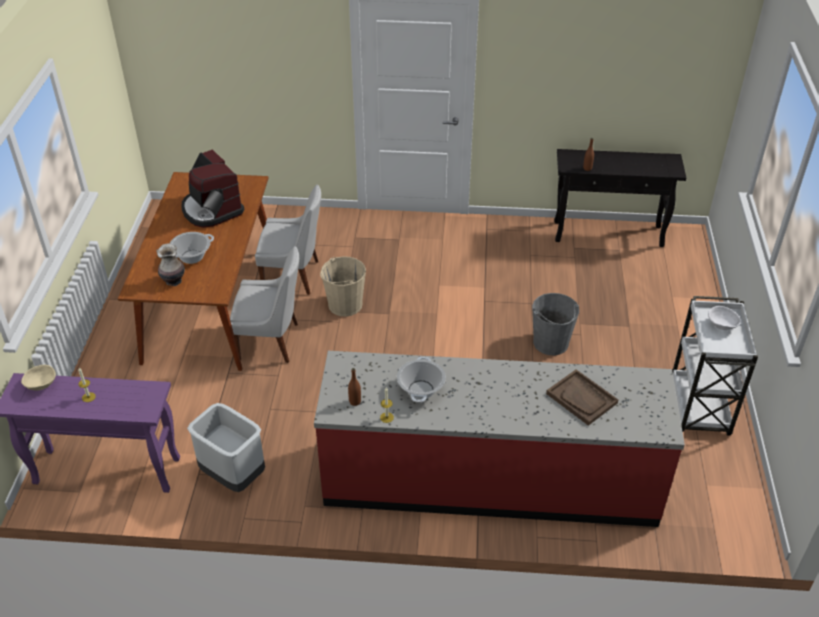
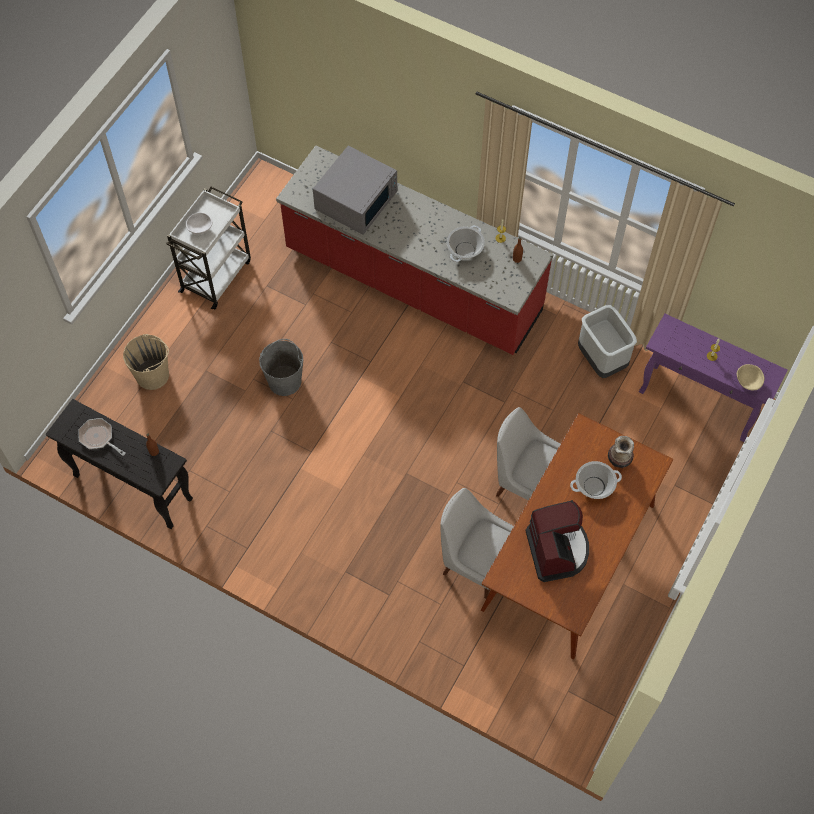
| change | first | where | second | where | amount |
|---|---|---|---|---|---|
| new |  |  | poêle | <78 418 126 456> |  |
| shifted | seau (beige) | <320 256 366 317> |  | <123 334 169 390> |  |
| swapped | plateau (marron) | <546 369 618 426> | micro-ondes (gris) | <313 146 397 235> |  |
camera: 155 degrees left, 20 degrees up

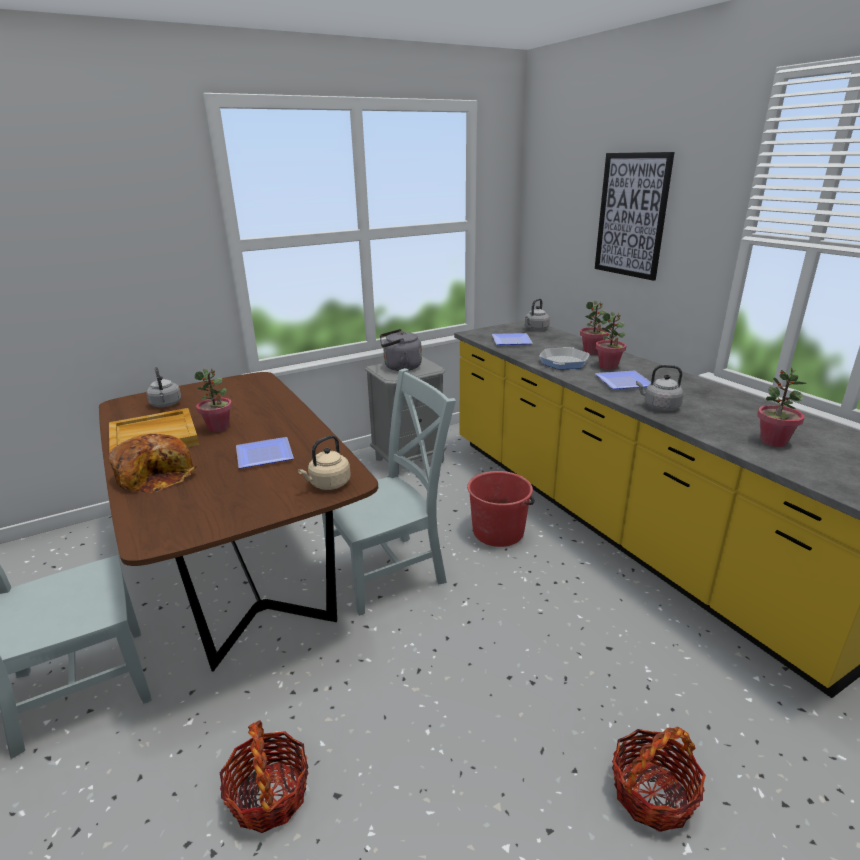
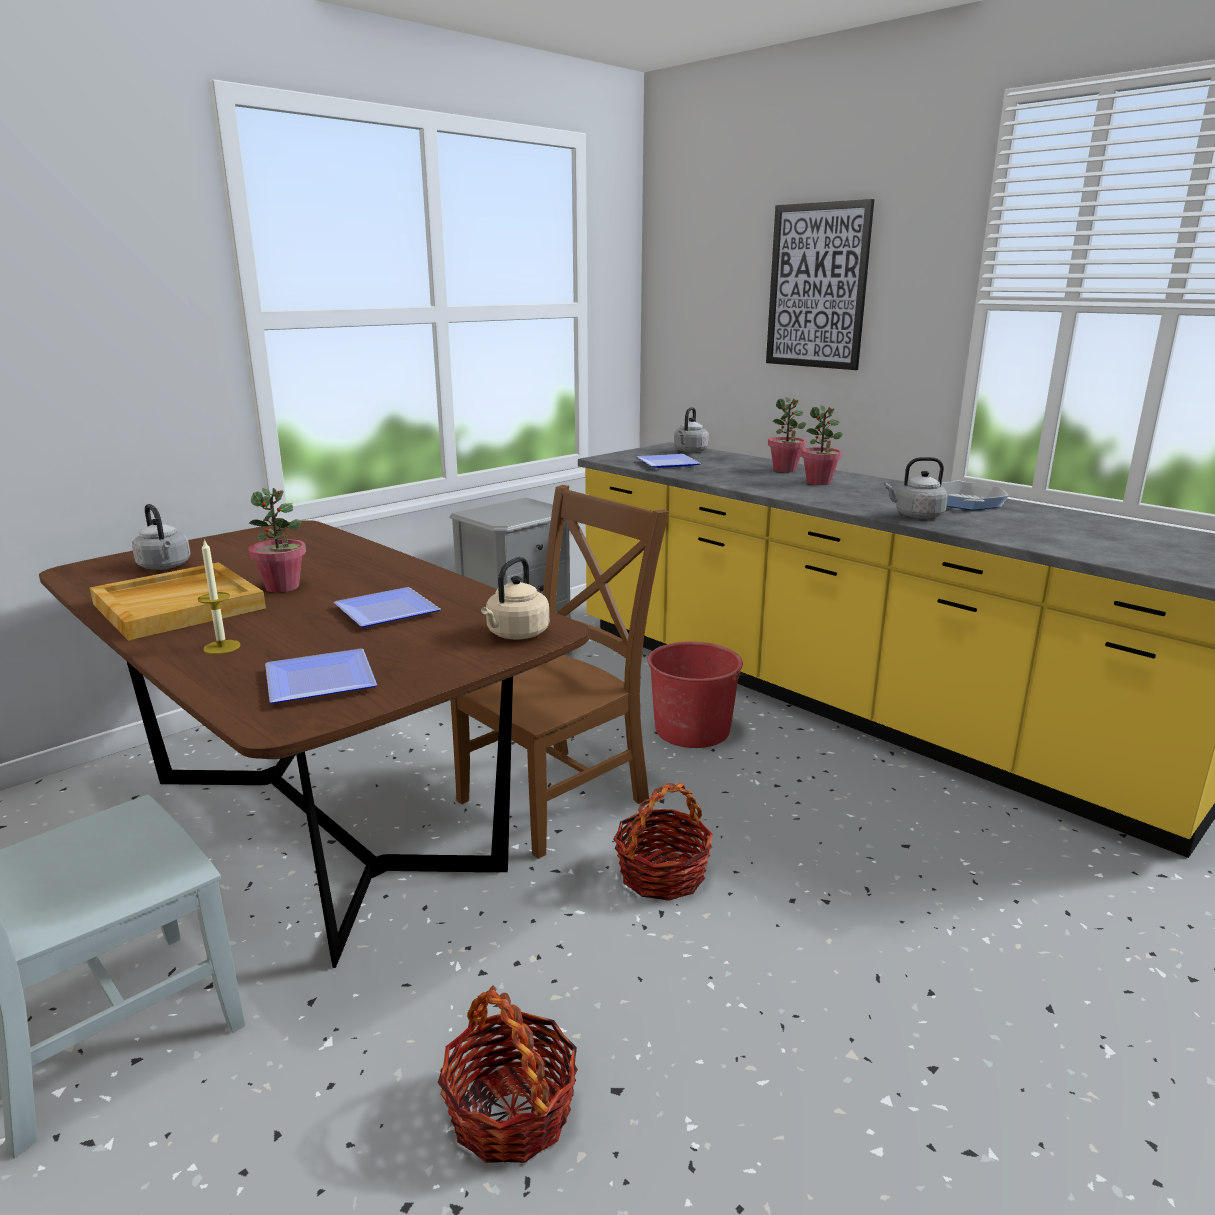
| change | first | where | second | where | amount |
|---|---|---|---|---|---|
| gone | bouilloire (gris) | <380 329 422 371> |  |  |  |
| gone | plante en pot | <757 367 806 447> |  |  |  |
| shifted | poêle | <539 347 590 369> |  | <941 481 1008 510> |  |
| shifted | assiette | <595 371 651 389> |  | <265 649 377 703> |  |
| shifted | panier | <612 726 706 832> |  | <614 783 713 901> |  |
| swapped | pain | <109 434 197 493> | bougie | <198 539 241 654> |  |
| repainted | chaise (gris) | <322 368 456 616> | chaise (marron) | <450 485 669 859> |  |
camera: 15 degrees left, 5 degrees down

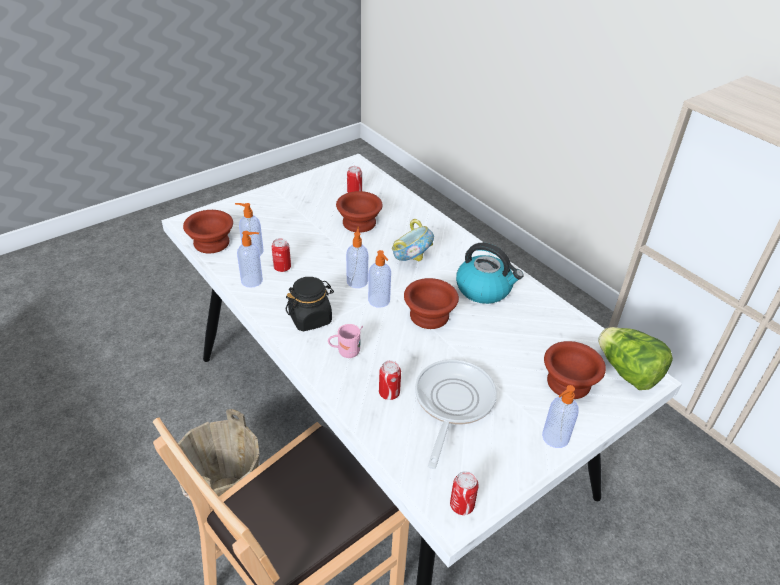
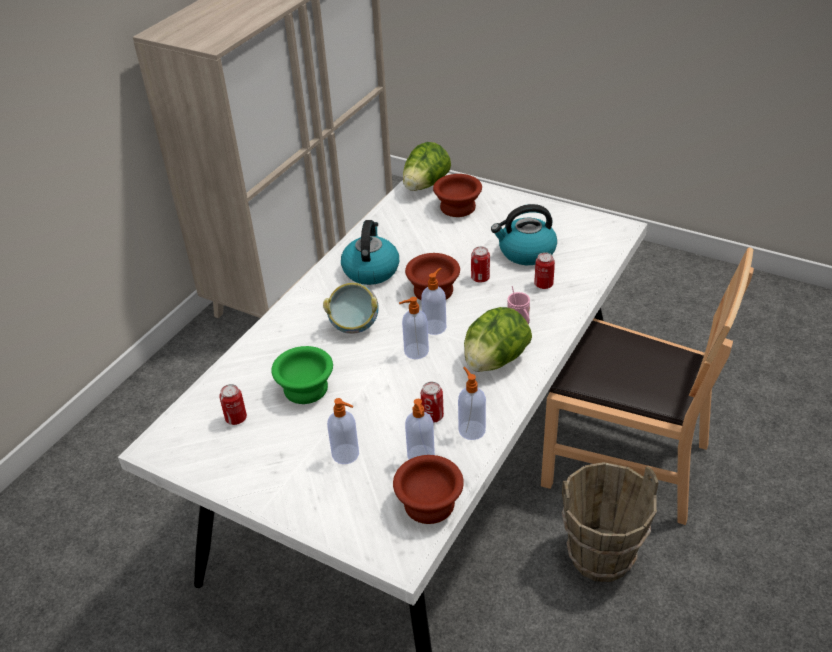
| change | first | where | second | where | amount |
|---|---|---|---|---|---|
| shifted | boîte métallique | <450 471 479 515> |  | <471 246 490 283> |  |
| shifted | distributeur de savon | <542 385 579 448> |  | <327 398 359 464> |  |
| swapped | bocal (noir) | <286 277 334 332> | laitue | <464 307 532 372> |  |
| swapped | poêle | <415 359 497 469> | bouilloire | <491 204 557 265> |  |
| repainted | bol (marron) | <336 191 383 232> | bol (vert) | <271 346 333 404> |  |
camera: 110 degrees left, 0 degrees up

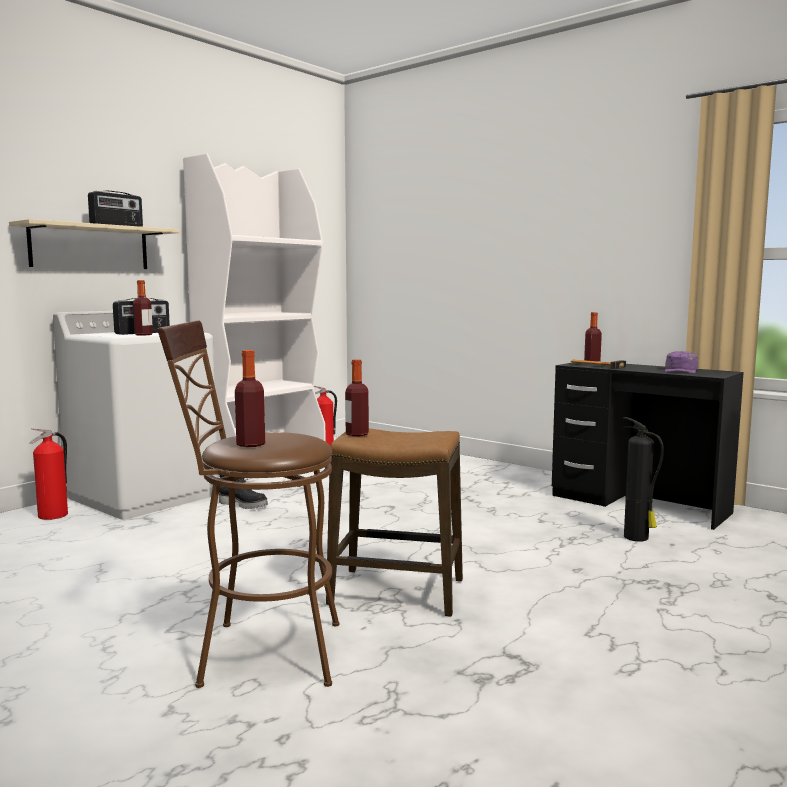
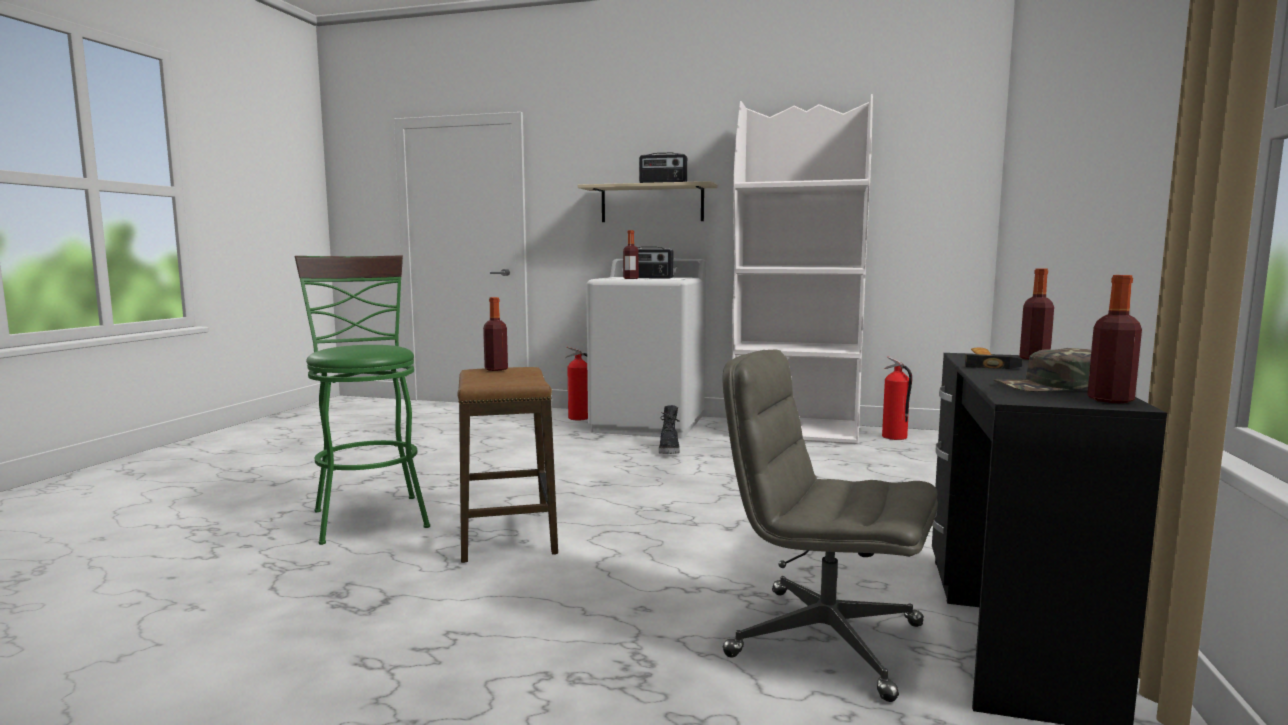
| change | first | where | second | where | amount |
|---|---|---|---|---|---|
| shifted | bouteille | <235 350 265 447> |  | <1087 275 1142 404> |  |
| swapped | extincteur | <622 417 664 542> | chaise de bureau (gris) | <723 350 938 702> |  |
| repainted | tabouret (marron) | <157 320 339 688> | tabouret (vert) | <295 255 430 545> |  |
| repainted | casquette (violet) | <665 351 698 373> | casquette (vert) | <994 348 1091 392> |  |
camera: 65 degrees right, 0 degrees up

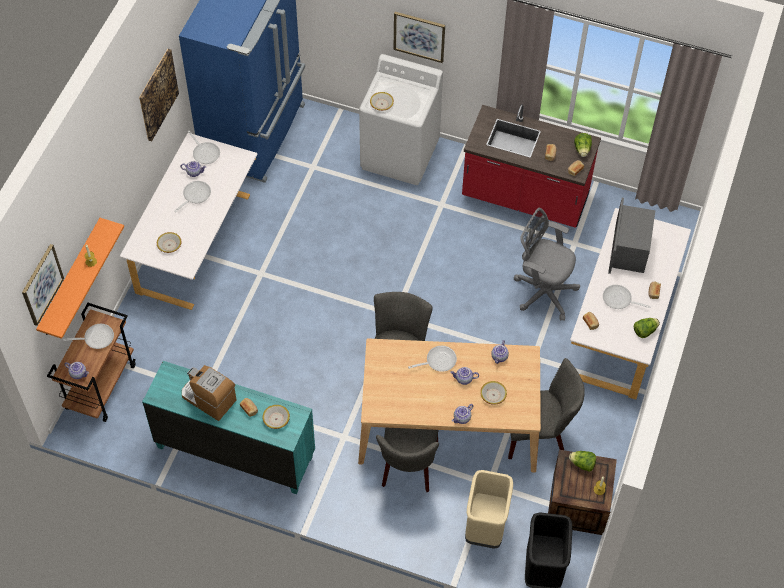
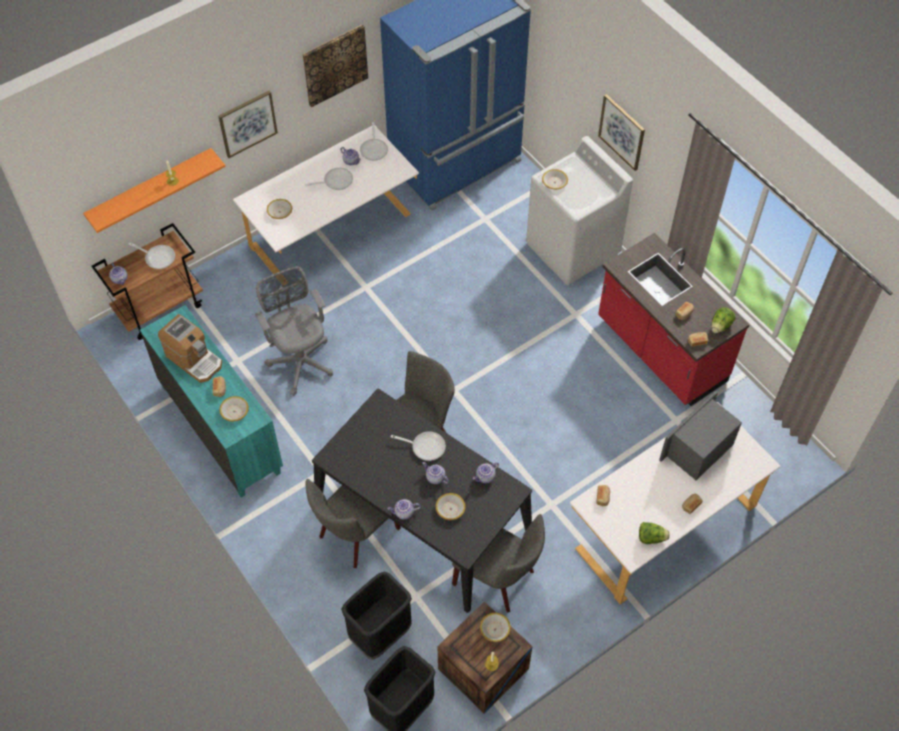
| change | first | where | second | where | amount |
|---|---|---|---|---|---|
| gone | poêle | <603 285 651 309> |  |  |  |
| shifted | tableau | <22 244 64 326> |  | <218 91 278 158> |  |
| shifted | chaise de bureau (gris) | <514 208 580 321> |  | <255 266 333 396> |  |
| swapped | laitue | <569 451 596 472> | bol | <480 613 511 642> |  |
| repainted | table à manger (beige) | <358 338 541 473> | table à manger (noir) | <312 389 532 613> |  |
| repainted | poubelle (beige) | <465 470 513 549> | poubelle (noir) | <341 571 412 660> |  |
| rotated | machine à café | <182 365 237 421> |  | <158 314 222 383> | 150 degrees clockwise |
camera: 35 degrees right, 0 degrees up

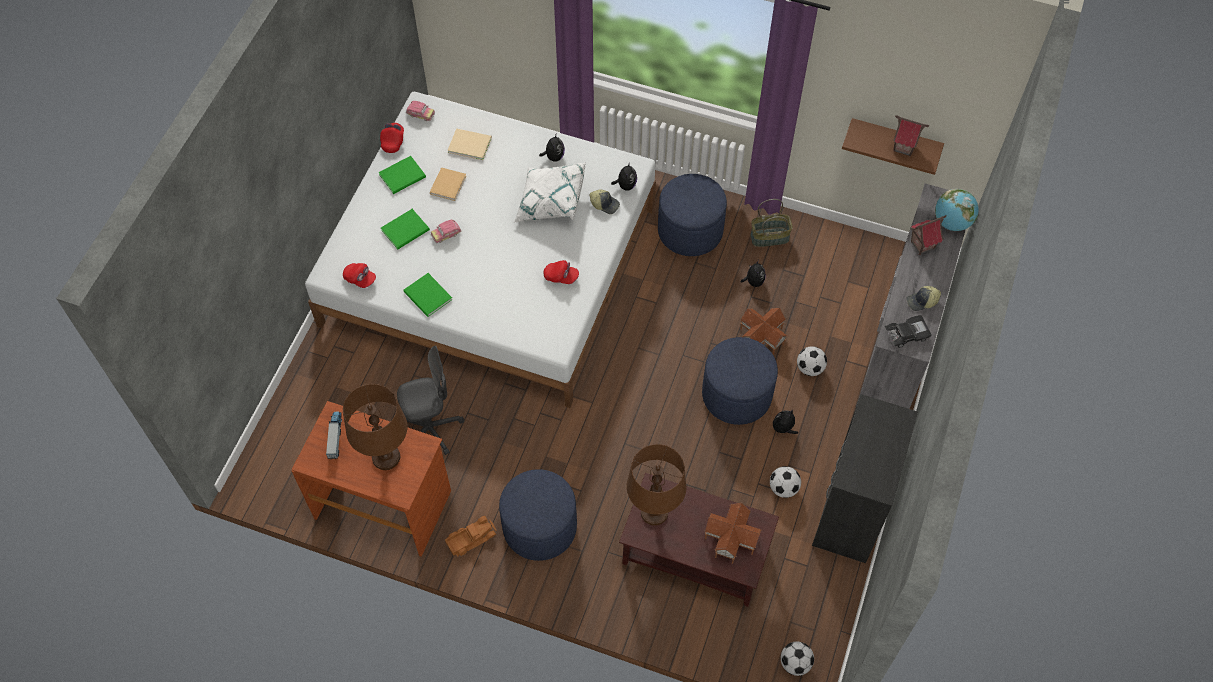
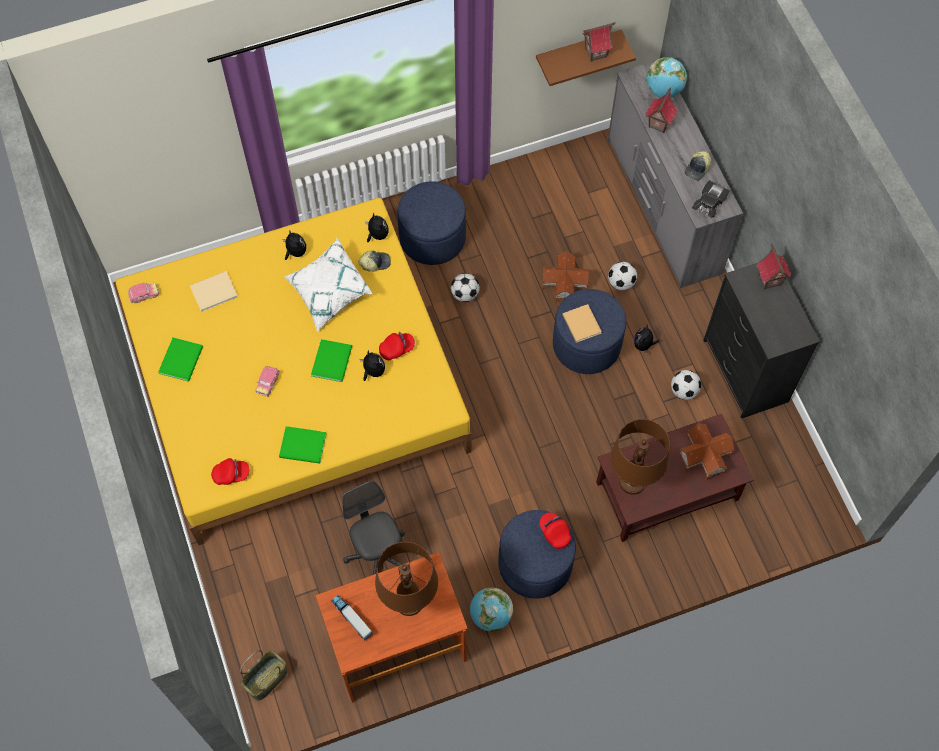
| change | first | where | second | where | amount |
|---|---|---|---|---|---|
| new |  |  | maison miniature | <757 244 791 290> |  |
| shifted | casquette (rouge) | <380 123 404 153> |  | <539 512 571 549> |  |
| shifted | livre (vert) | <381 209 430 249> |  | <311 339 352 382> |  |
| shifted | livre (beige) | <430 167 466 201> |  | <563 304 602 343> |  |
| shifted | peluche | <741 260 766 287> |  | <360 350 385 381> |  |
| shifted | panier | <750 199 793 247> |  | <240 650 288 701> |  |
| shifted | ballon de foot | <781 641 814 676> |  | <451 273 480 302> |  |
| swapped | camion jouet | <445 516 497 557> | globe | <470 587 513 632> |  |
| repainted | lit (blanc) | <305 92 656 408> | lit (jaune) | <116 198 471 545> |  |
| rotated | chaise de bureau (gris) | <397 346 464 455> |  | <342 480 405 575> | 60 degrees counterclockwise |
camera: 40 degrees left, 5 degrees up

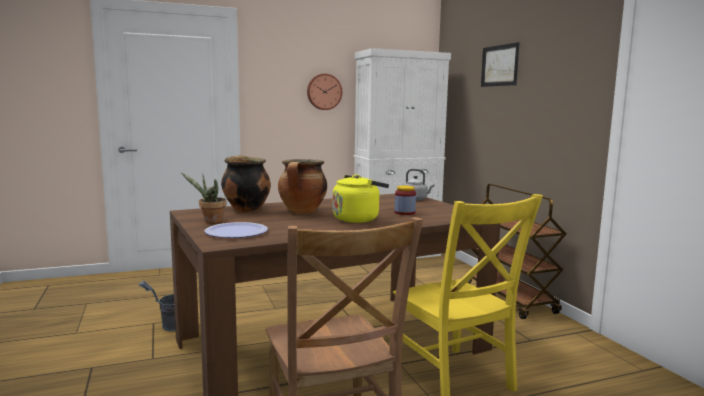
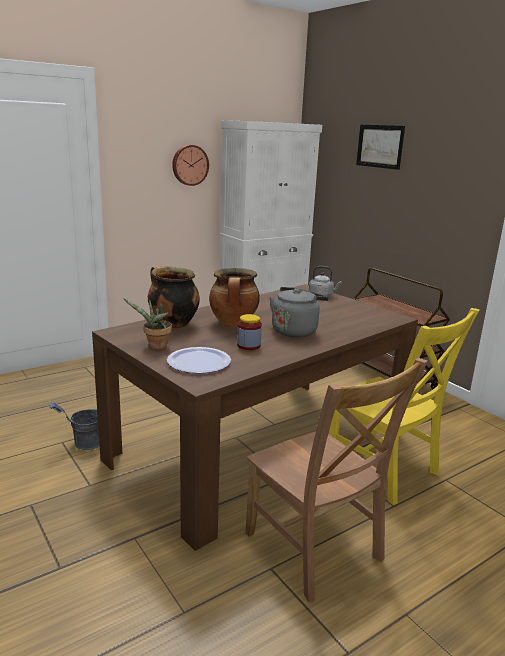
| change | first | where | second | where | amount |
|---|---|---|---|---|---|
| shifted | bocal | <395 186 416 215> |  | <237 314 262 350> |  |
| repainted | bouilloire (jaune) | <332 174 389 223> | bouilloire (gris) | <269 287 329 338> |  |
camera: 15 degrees left, 10 degrees up

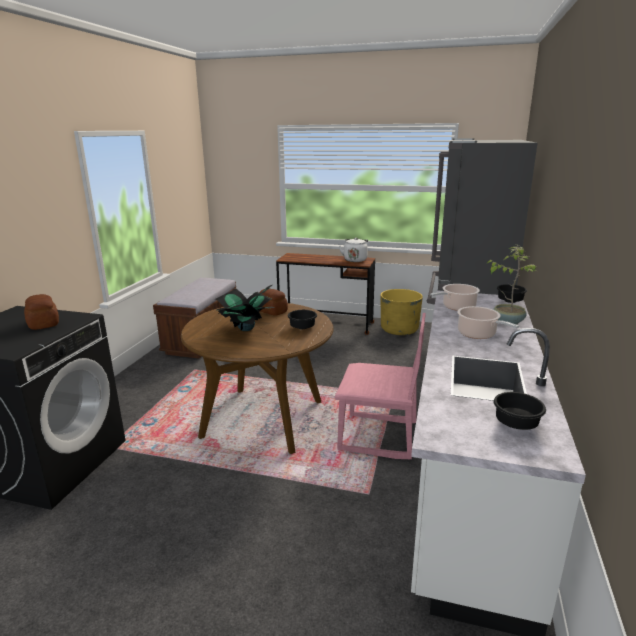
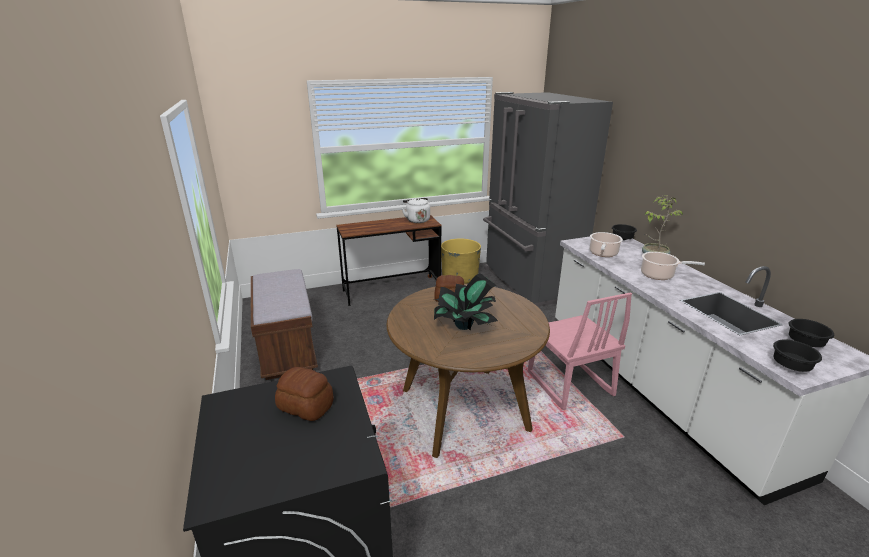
| change | first | where | second | where | amount |
|---|---|---|---|---|---|
| shifted | bol (noir) | <288 310 317 329> |  | <773 339 822 372> |  |
| rotated | chaise (rose) | <334 313 426 459> |  | <528 292 632 410> | 90 degrees clockwise |
camera: 35 degrees left, 5 degrees up

